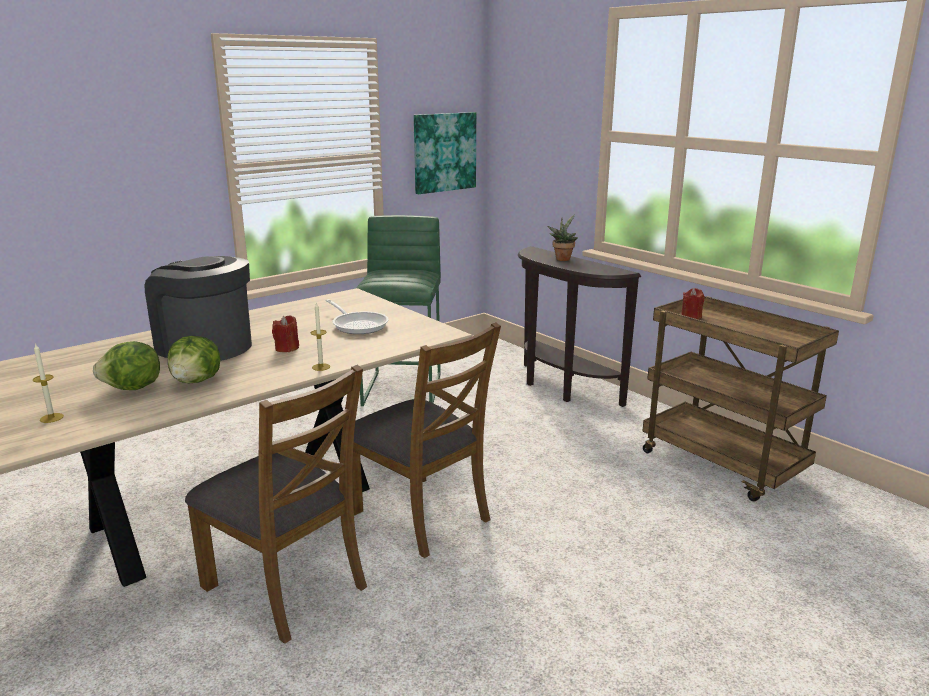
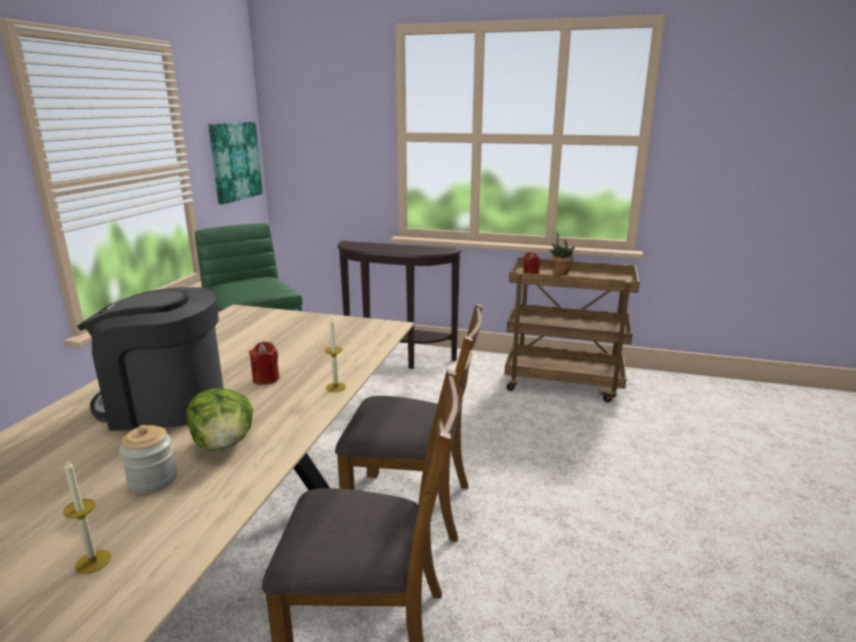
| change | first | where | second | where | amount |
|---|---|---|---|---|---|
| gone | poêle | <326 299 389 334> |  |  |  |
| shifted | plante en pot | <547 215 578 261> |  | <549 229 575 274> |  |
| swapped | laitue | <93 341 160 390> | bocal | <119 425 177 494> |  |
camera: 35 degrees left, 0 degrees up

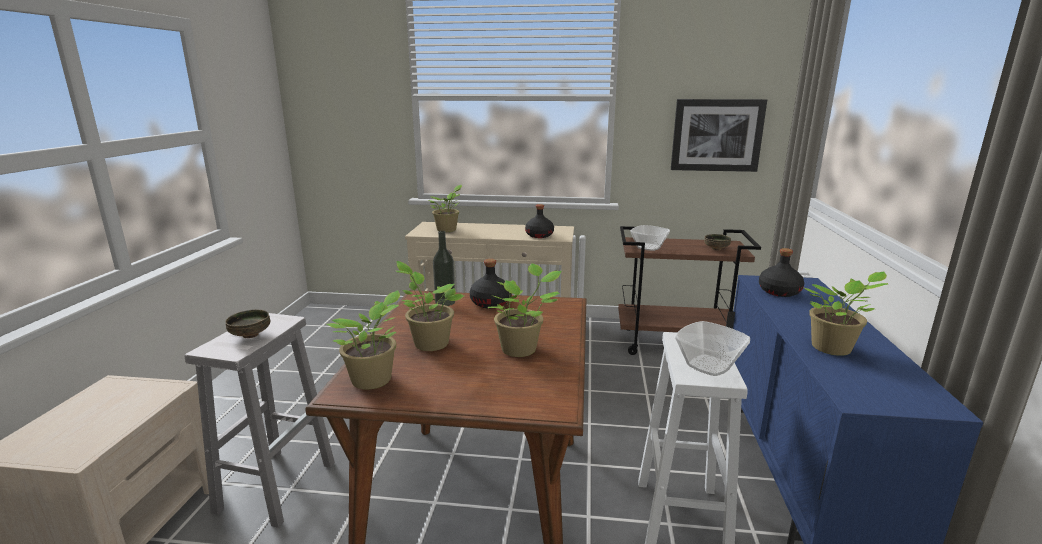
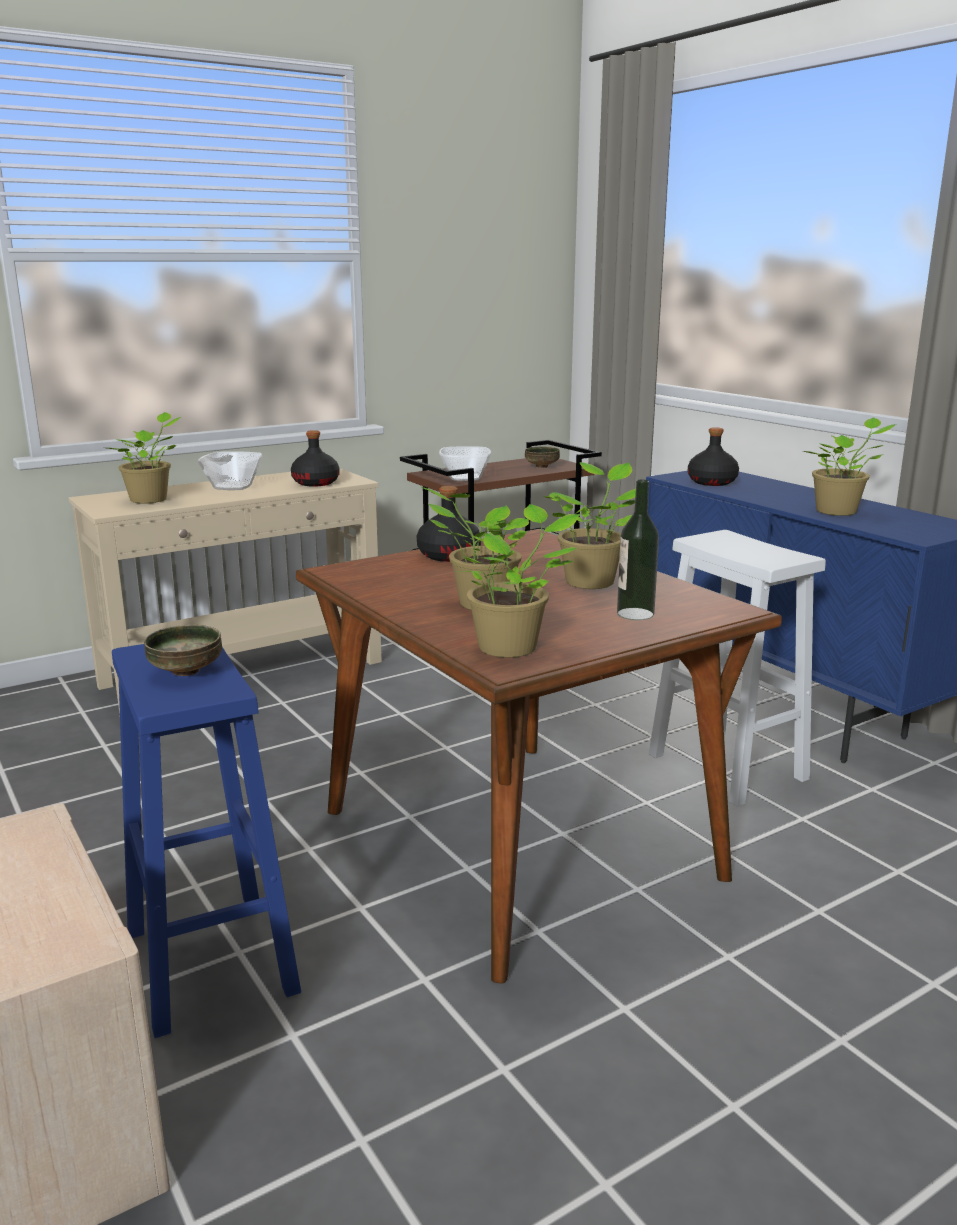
| change | first | where | second | where | amount |
|---|---|---|---|---|---|
| gone | tableau | <671 99 767 172> |  |  |  |
| shifted | bouteille | <433 231 455 306> |  | <617 480 659 620> |  |
| shifted | bol | <675 321 750 376> |  | <198 451 263 490> |  |
| repainted | tabouret (blanc) | <185 313 335 528> | tabouret (bleu) | <112 644 301 1038> |  |
camera: 40 degrees left, 0 degrees up

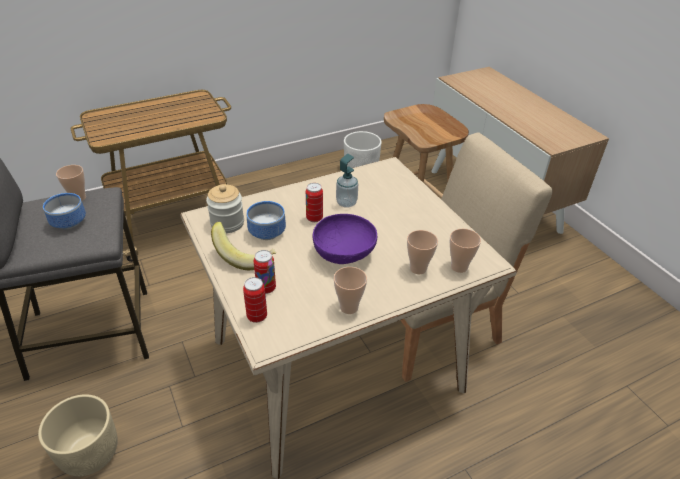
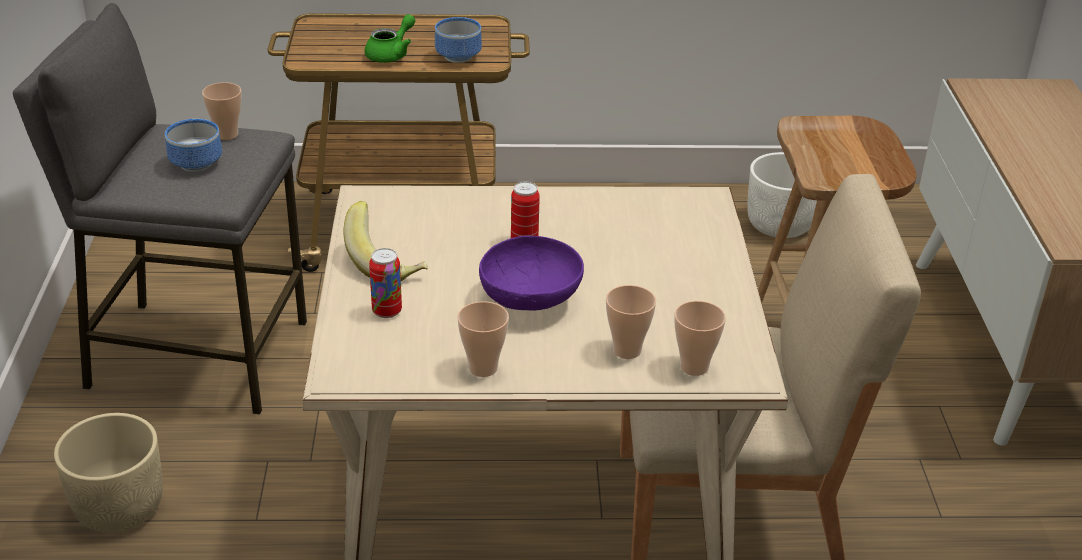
| change | first | where | second | where | amount |
|---|---|---|---|---|---|
| gone | bocal | <206 184 244 233> |  |  |  |
| gone | boîte métallique | <243 277 267 323> |  |  |  |
| gone | distributeur de savon | <336 154 358 208> |  |  |  |
| new |  |  | théière (vert) | <365 14 415 63> |  |
| shifted | bol | <246 201 286 240> |  | <435 17 482 63> |  |
camera: 25 degrees right, 5 degrees down

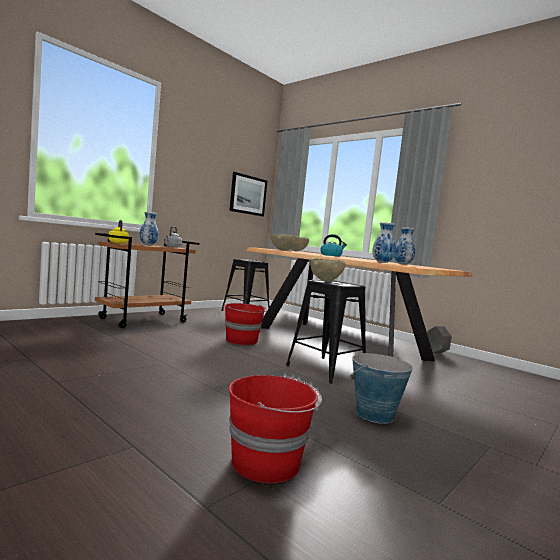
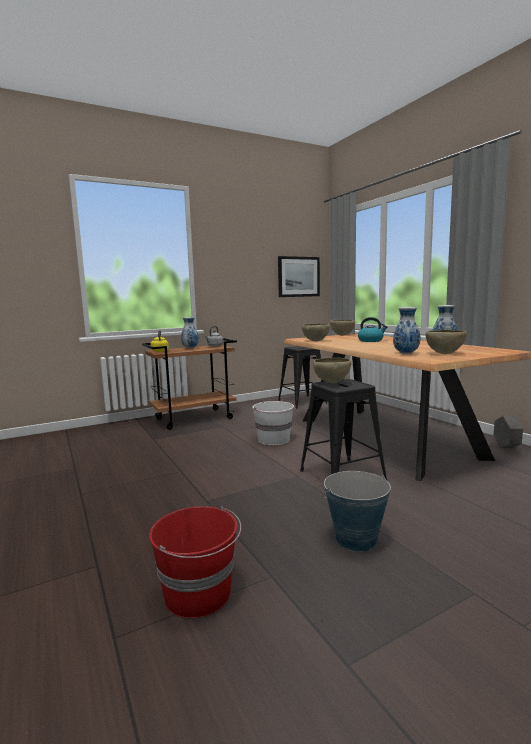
| change | first | where | second | where | amount |
|---|---|---|---|---|---|
| new |  |  | bol (marron) | <425 330 467 354> |  |
| repainted | seau (rouge) | <225 303 267 345> | seau (blanc) | <252 401 295 445> |  |
camera: 20 degrees right, 5 degrees up

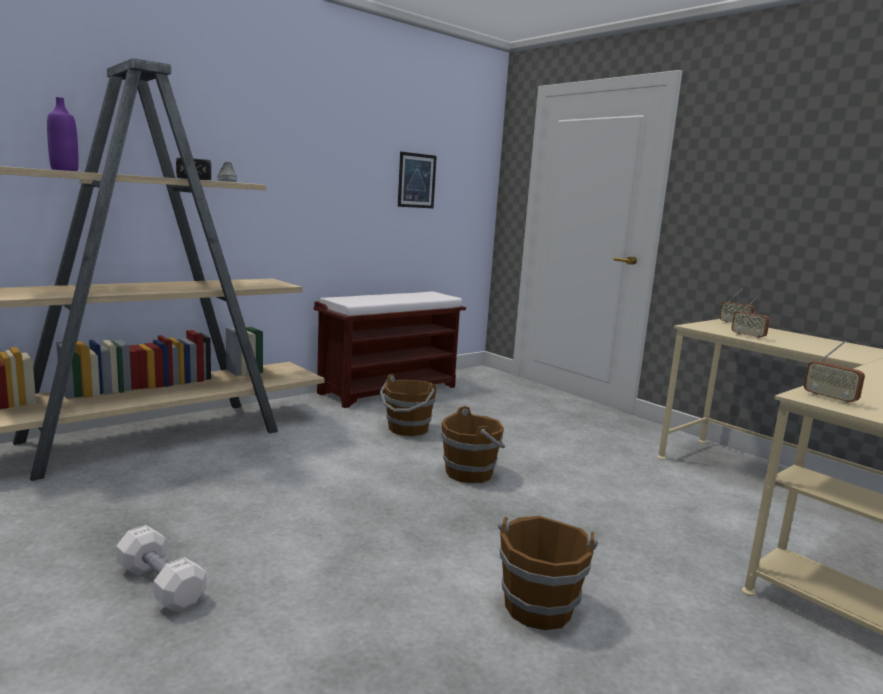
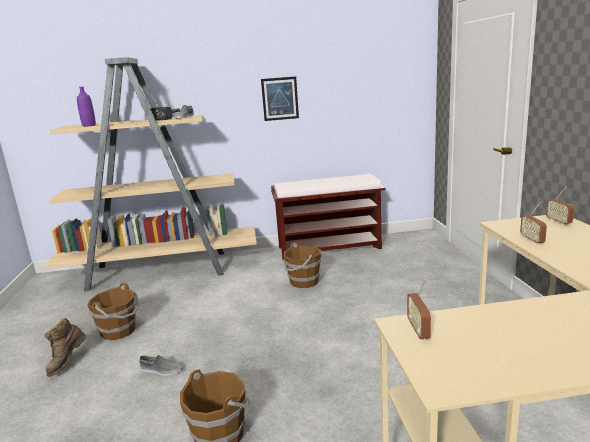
| change | first | where | second | where | amount |
|---|---|---|---|---|---|
| new |  |  | chaussure (gris) | <139 355 183 376> |  |
| shifted | tableau | <398 152 437 208> |  | <261 76 299 121> |  |
| shifted | seau (marron) | <441 406 505 483> |  | <87 283 139 340> |  |
| swapped | haltère (blanc) | <116 525 207 612> | botte (marron) | <44 318 86 377> |  |
camera: 35 degrees right, 5 degrees up

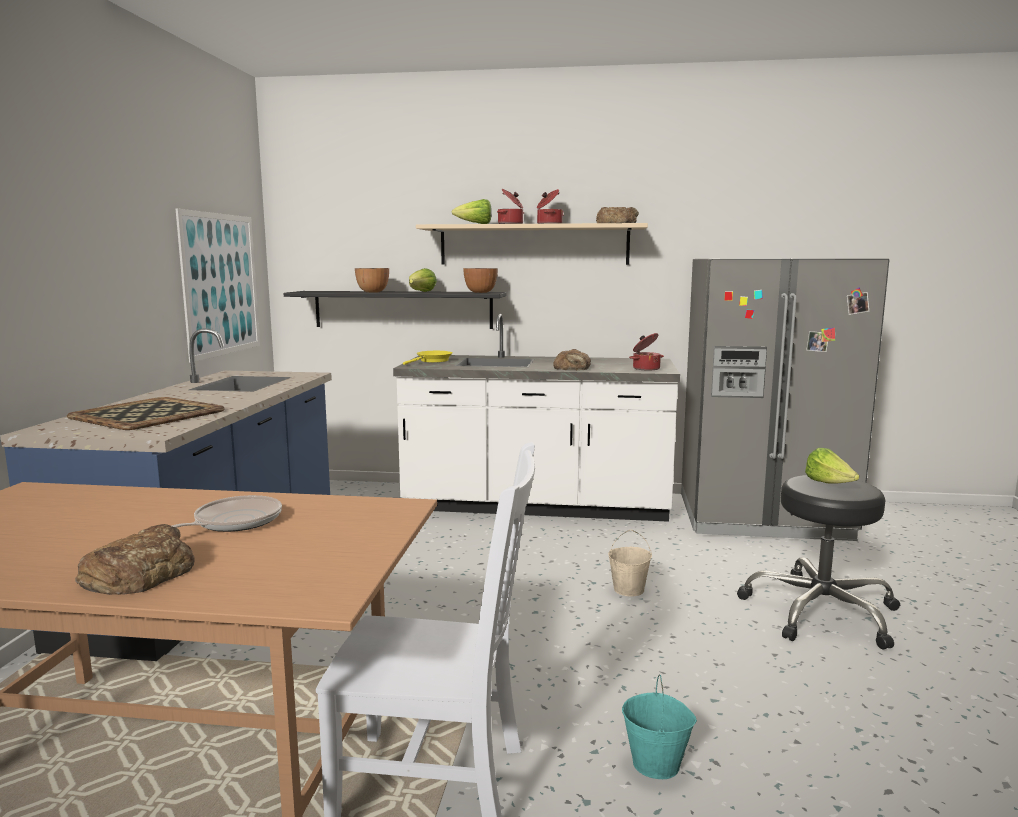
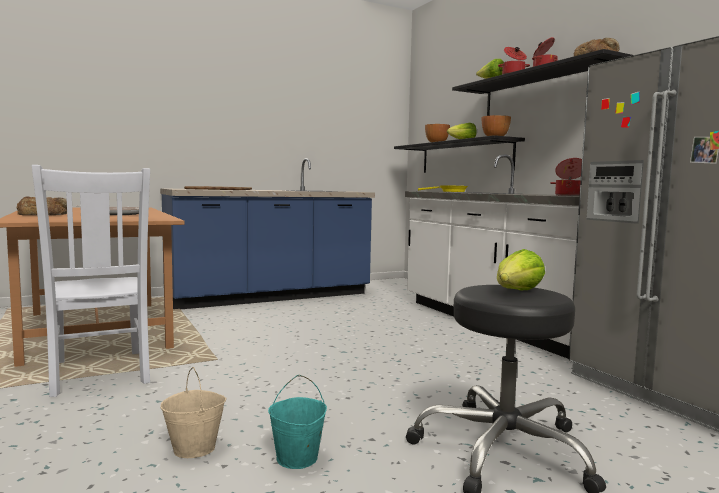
| change | first | where | second | where | amount |
|---|---|---|---|---|---|
| gone | tableau | <175 208 260 363> |  |  |  |
| gone | pain | <553 349 591 370> |  |  |  |
| shifted | seau (beige) | <608 530 652 596> |  | <160 367 226 458> |  |
| shifted | seau (turquoise) | <622 674 697 779> |  | <268 375 327 469> |  |
| repainted | étagère (beige) | <416 223 648 265> | étagère (noir) | <452 49 633 116> |  |
camera: 55 degrees right, 5 degrees down

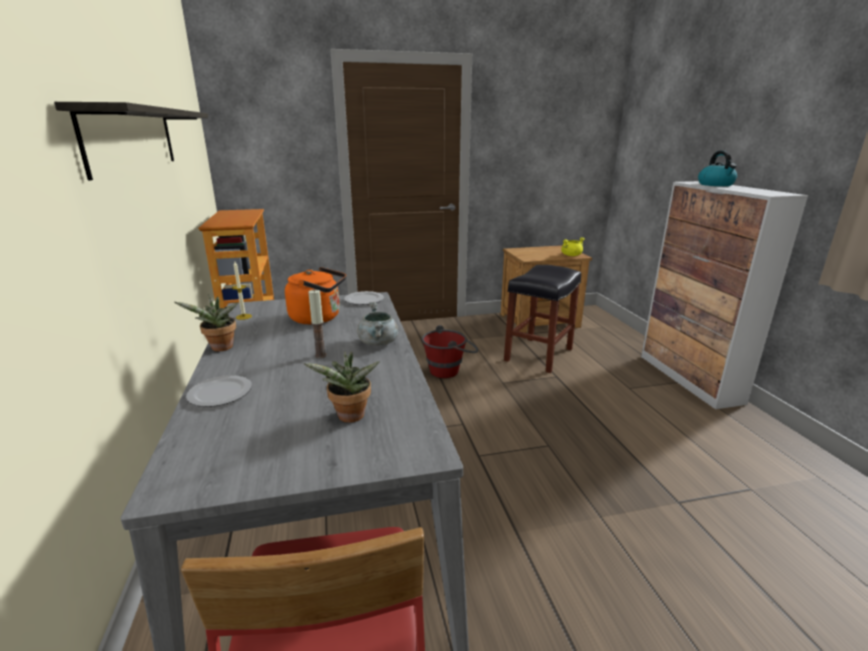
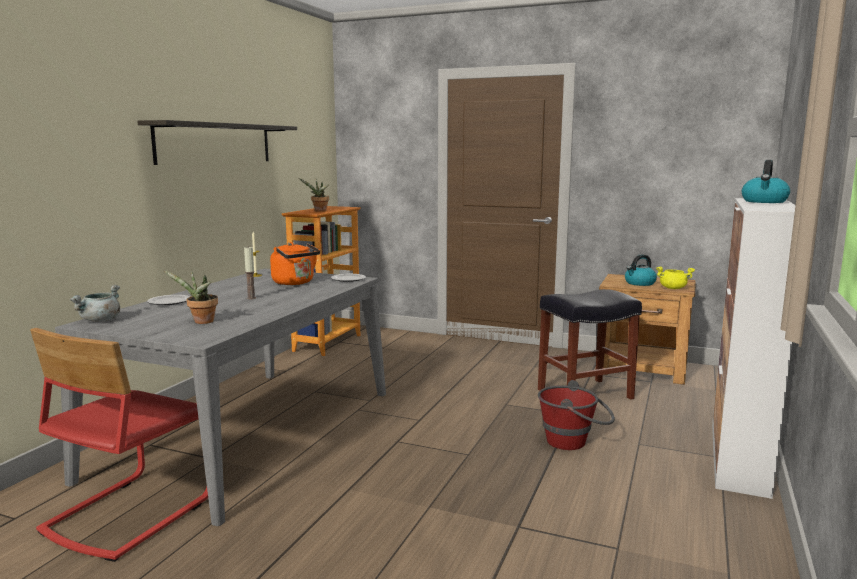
| change | first | where | second | where | amount |
|---|---|---|---|---|---|
| new |  |  | bouilloire | <625 254 657 286> |  |
| shifted | plante en pot | <174 295 238 351> |  | <299 178 329 212> |  |
| shifted | marmite (gris) | <357 302 398 345> |  | <70 285 120 322> |  |
| shifted | seau (rouge) | <422 325 478 378> |  | <538 380 615 450> |  |
camera: 35 degrees right, 10 degrees down

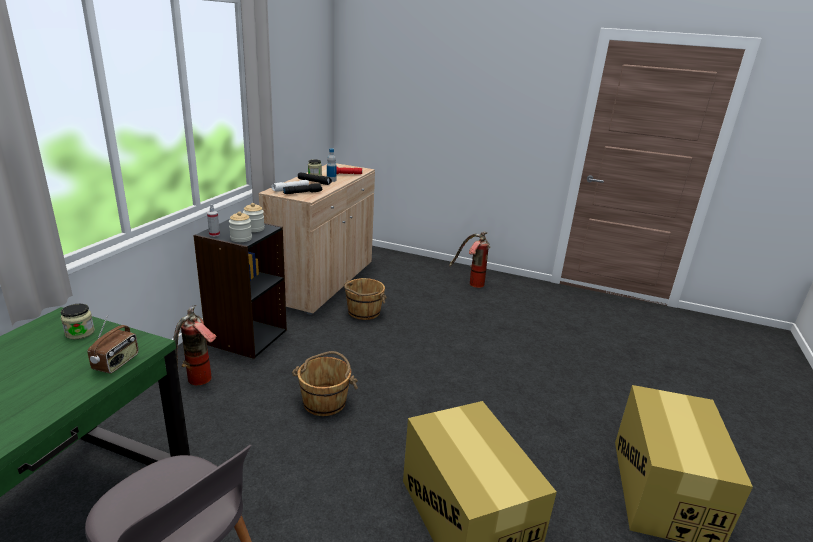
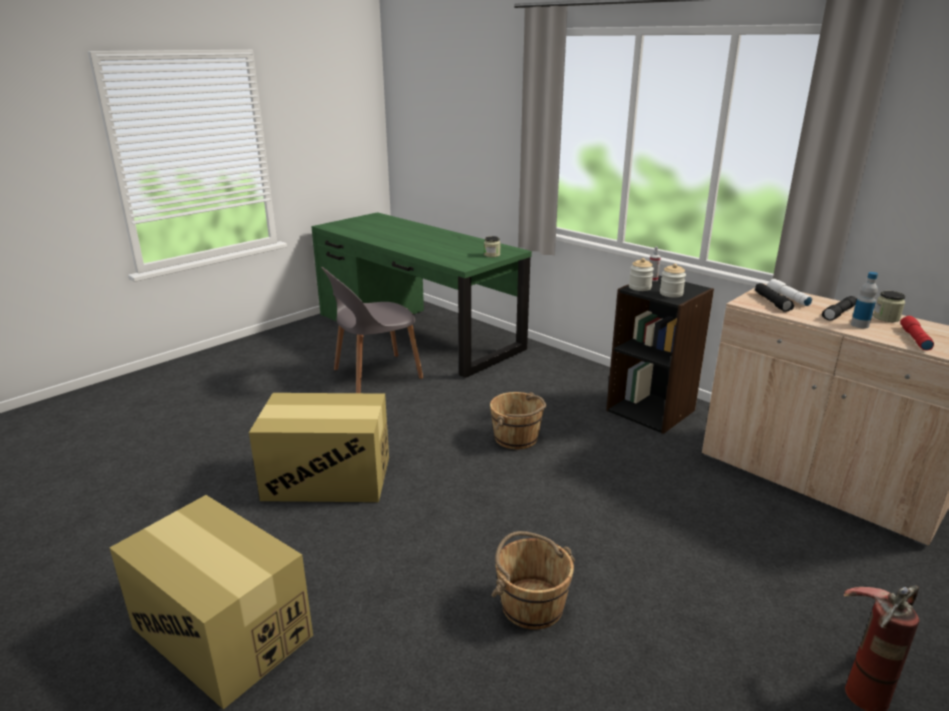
| change | first | where | second | where | amount |
|---|---|---|---|---|---|
| gone | radio | <87 315 139 374> |  |  |  |
| gone | extincteur | <173 305 217 385> |  |  |  |
| shifted | seau (marron) | <344 278 387 320> |  | <491 531 575 630> |  |
camera: 115 degrees right, 0 degrees up

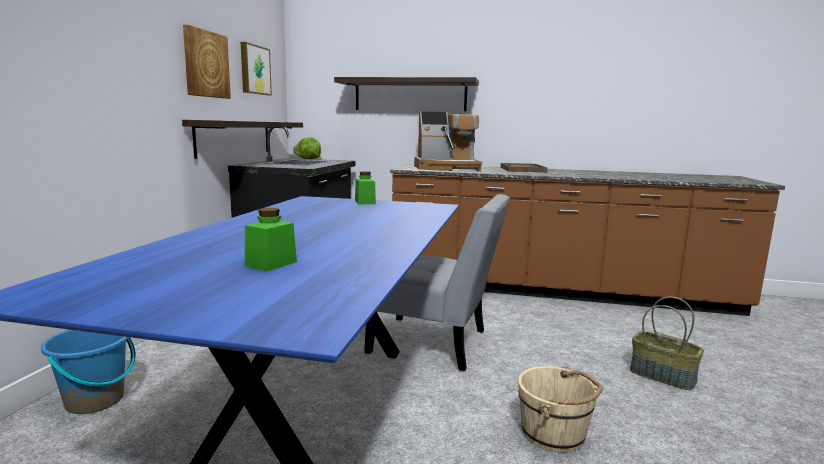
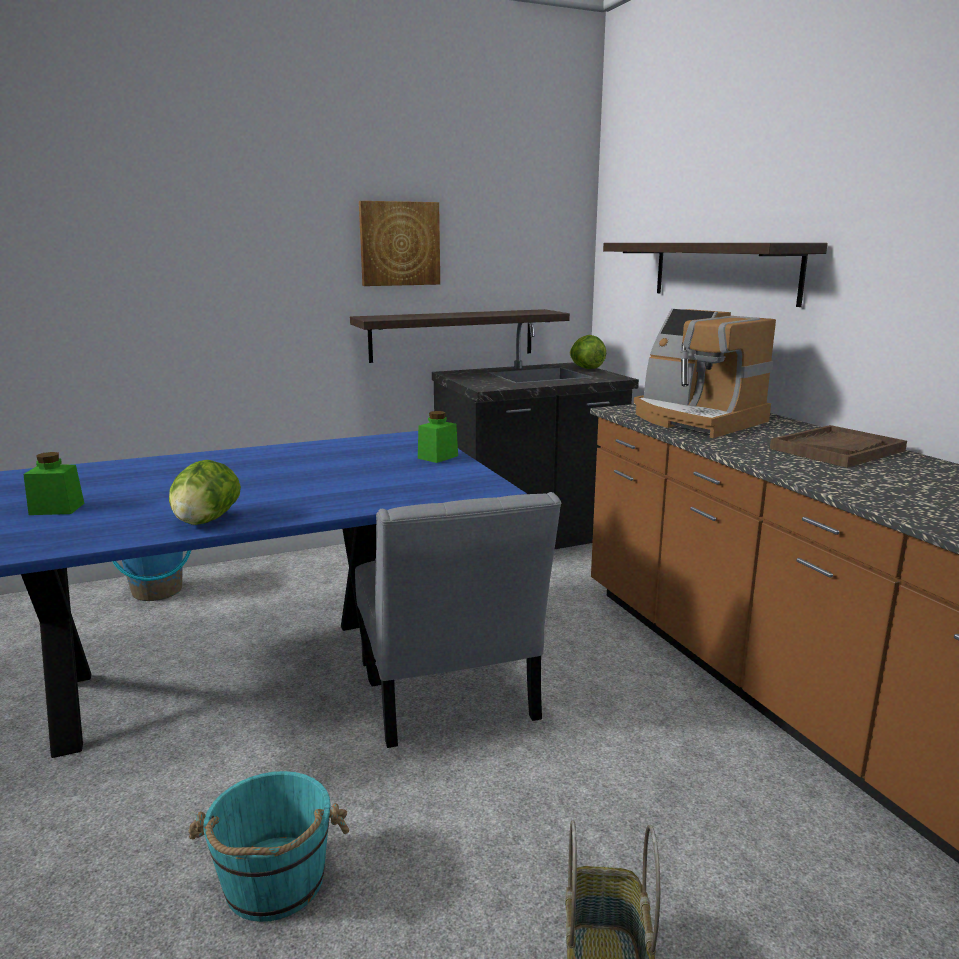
| change | first | where | second | where | amount |
|---|---|---|---|---|---|
| gone | tableau | <241 42 272 95> |  |  |  |
| new |  |  | laitue | <169 460 241 525> |  |
| repainted | seau (beige) | <518 366 603 453> | seau (turquoise) | <188 771 349 922> |  |
camera: 55 degrees right, 5 degrees up

